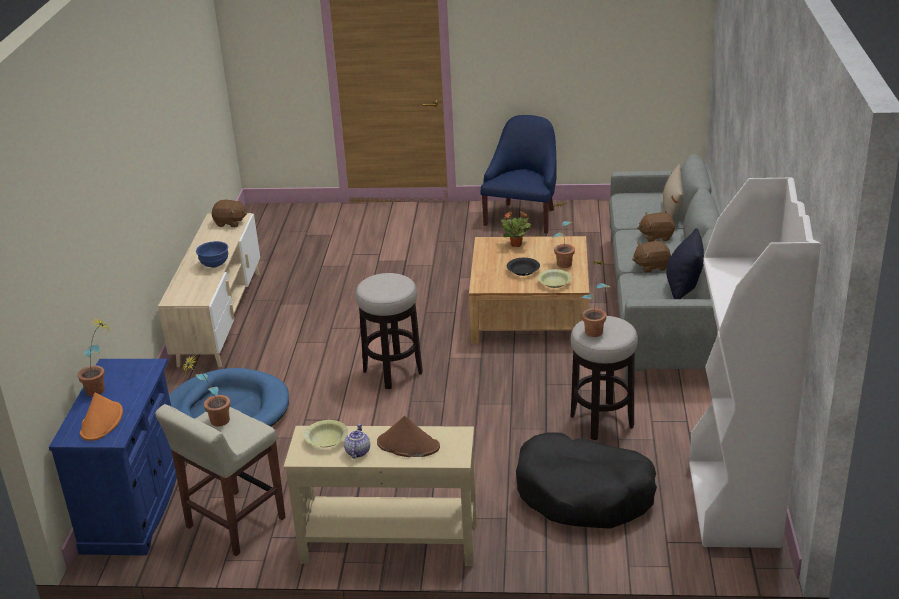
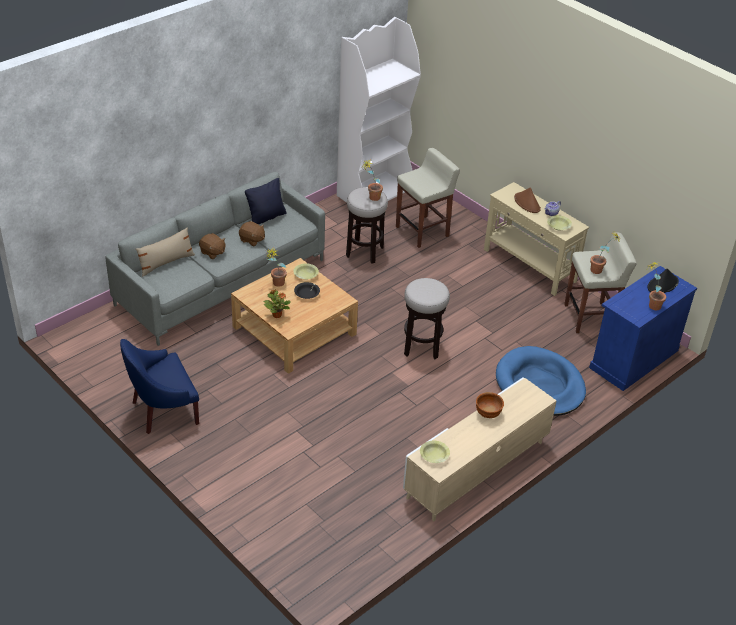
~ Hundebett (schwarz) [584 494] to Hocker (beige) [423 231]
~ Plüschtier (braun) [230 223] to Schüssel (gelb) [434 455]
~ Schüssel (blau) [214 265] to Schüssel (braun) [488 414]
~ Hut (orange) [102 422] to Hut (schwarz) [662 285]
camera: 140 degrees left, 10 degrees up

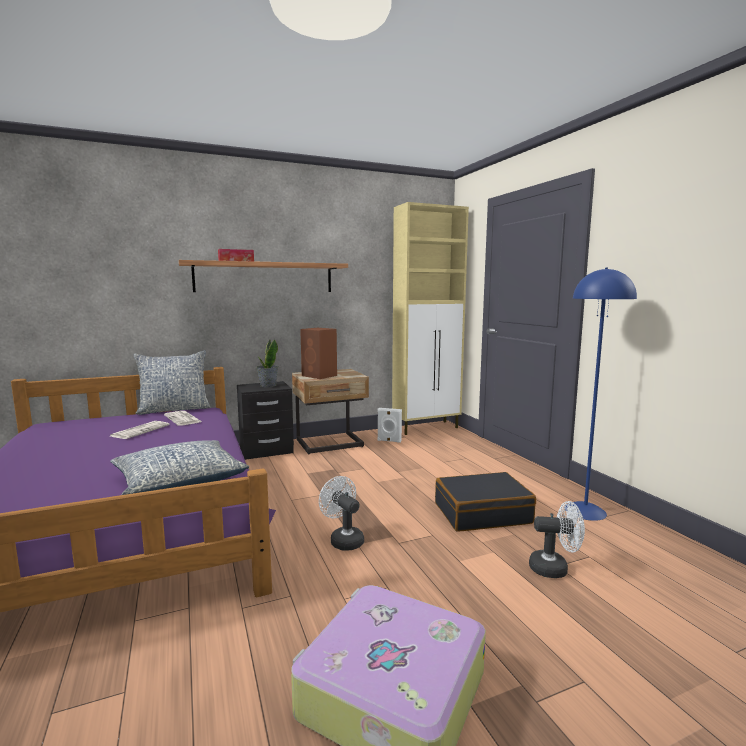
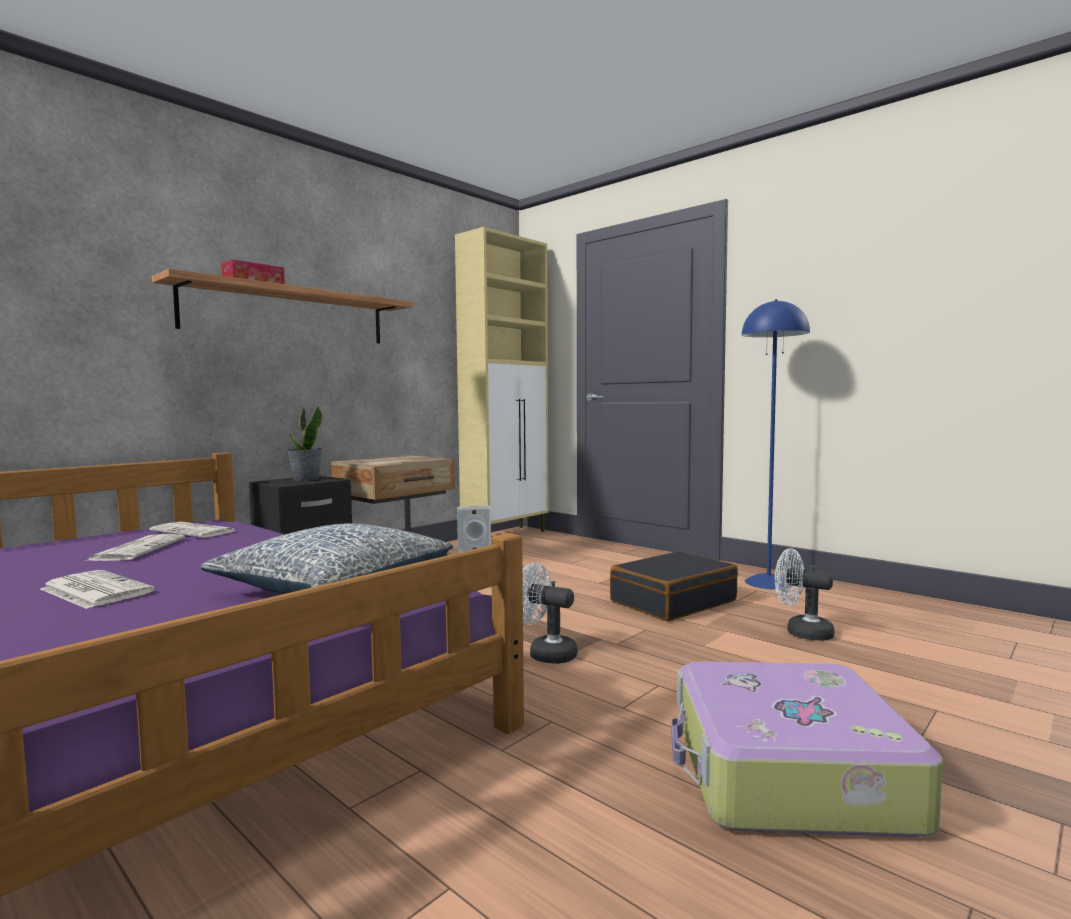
+ Zeitung [94 590]
~ Ventilator (weiß) [555 568] = [801 632] 135 degrees counterclockwise
- Kissen [174 409]
- Lautsprecher (braun) [320 376]
camera: 25 degrees left, 5 degrees down

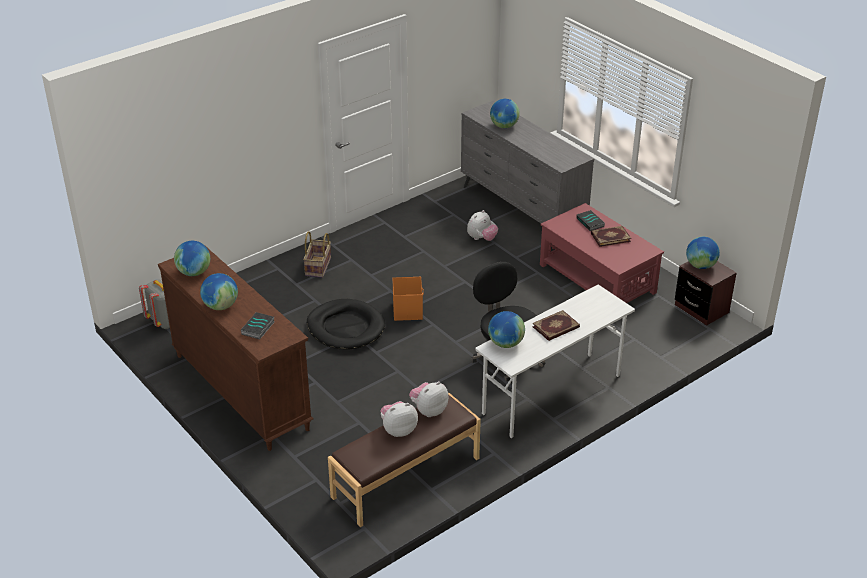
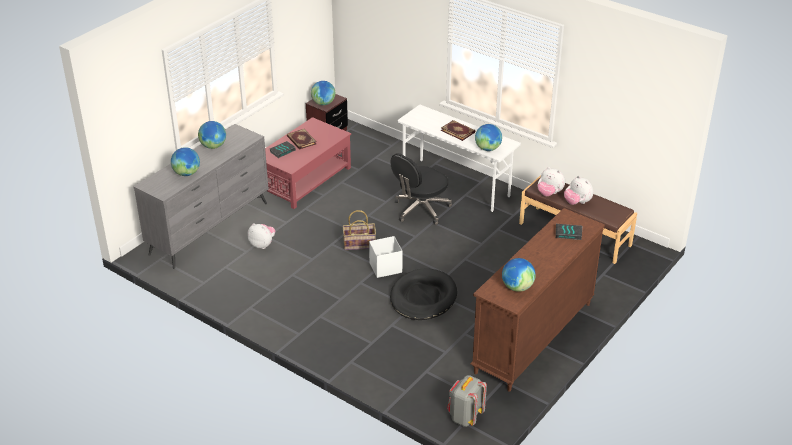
~ Globus [221 306] to [213 146]
~ Korb [318 267] to [359 244]
~ Aufbewahrungsbox (orange) [408 310] to Aufbewahrungsbox (weiß) [385 268]
camera: 105 degrees left, 0 degrees up

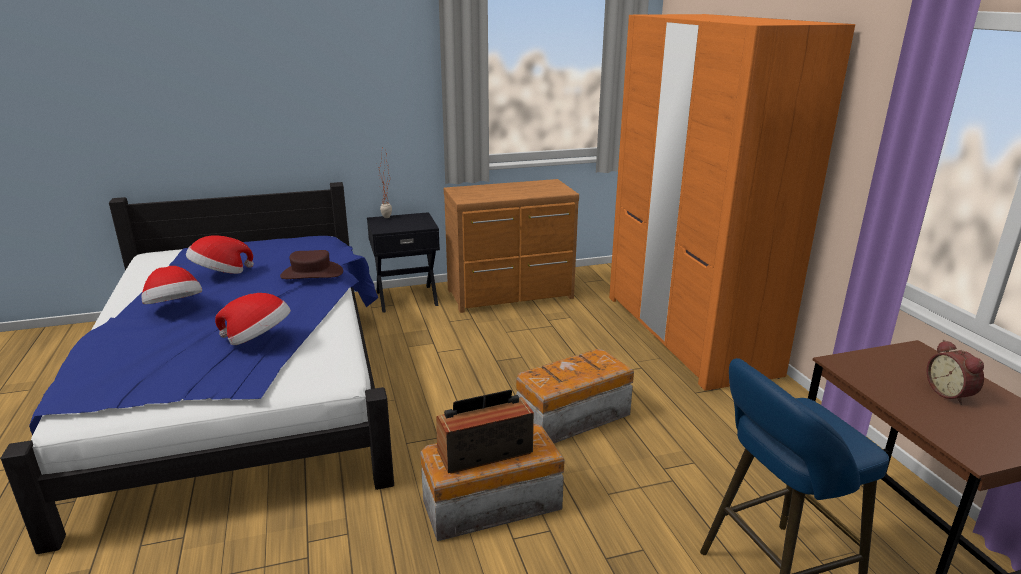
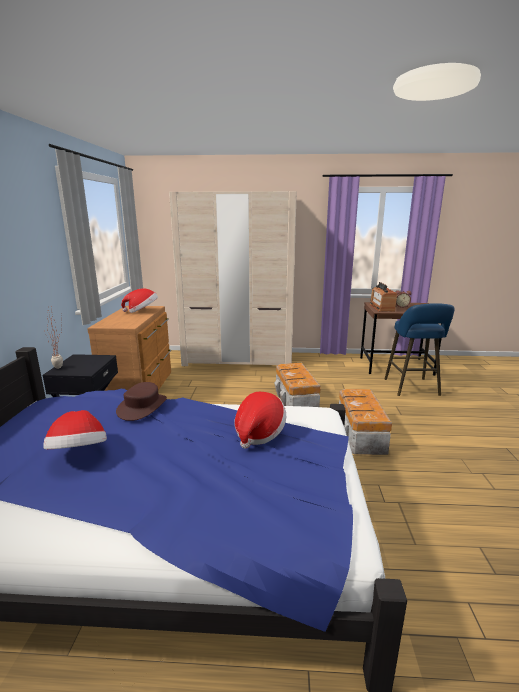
~ Hut [175 308] to [142 311]
~ Kleiderschrank (orange) [687 333] to Kleiderschrank (beige) [238 359]
~ Radio [484 451] to [381 307]
camera: 70 degrees left, 5 degrees down

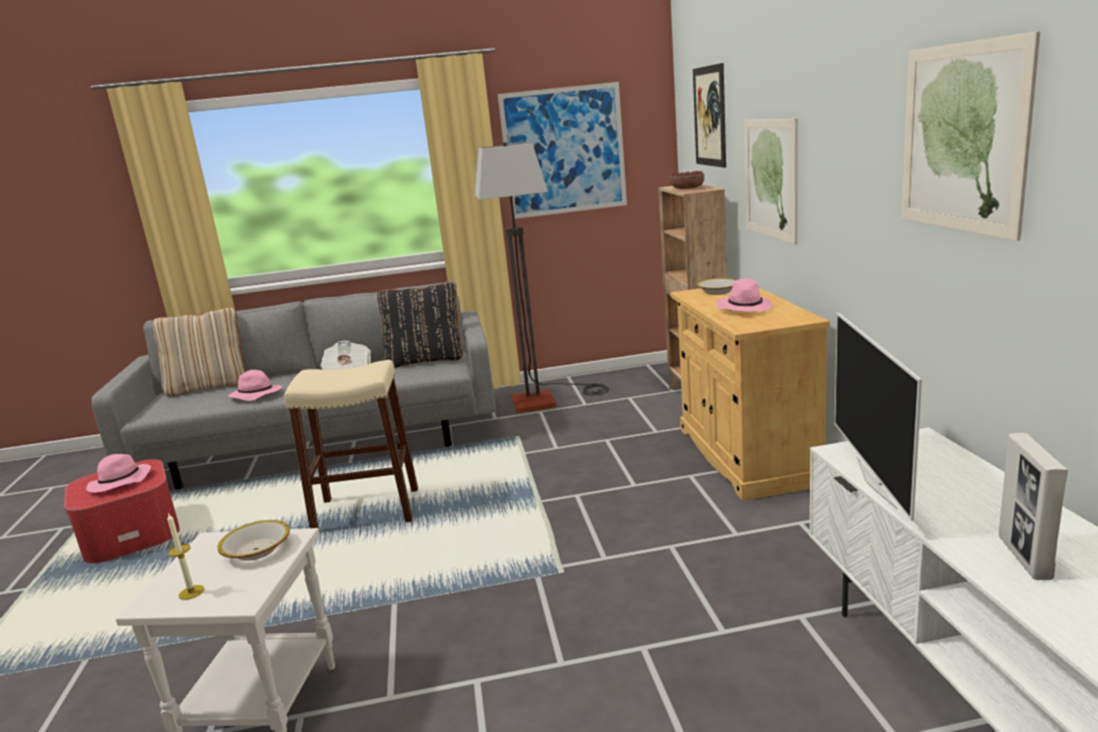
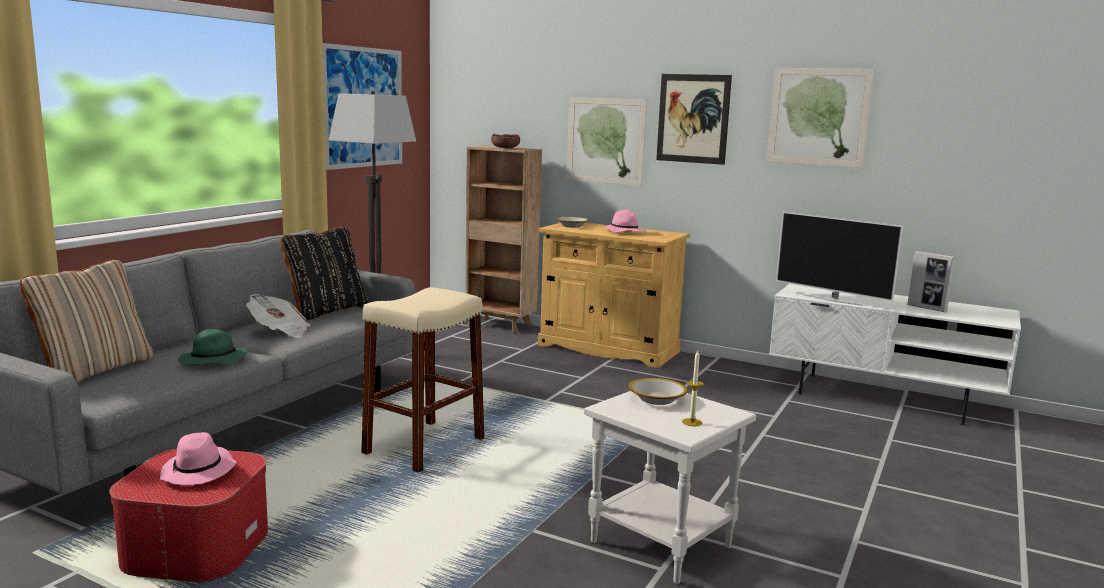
~ Hut (rosa) [255 395] to Hut (grün) [212 361]
~ Bild [709 116] to [693 118]
camera: 55 degrees left, 5 degrees down

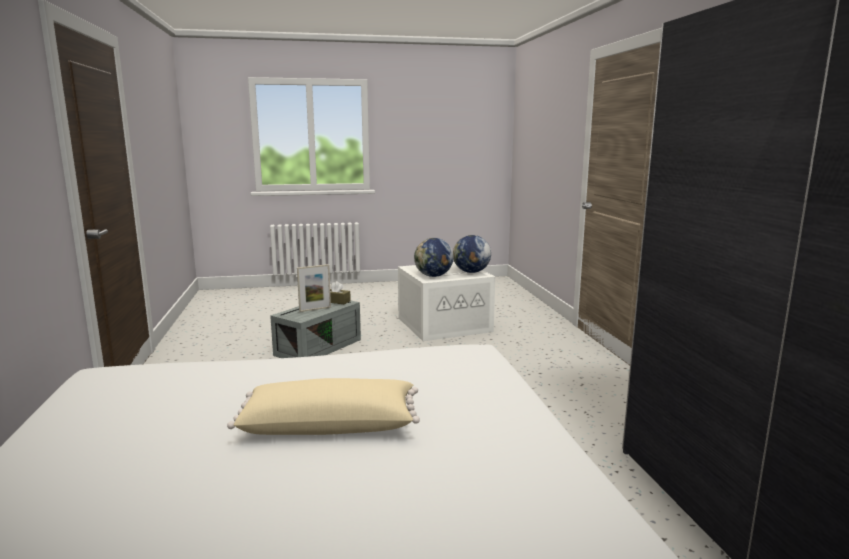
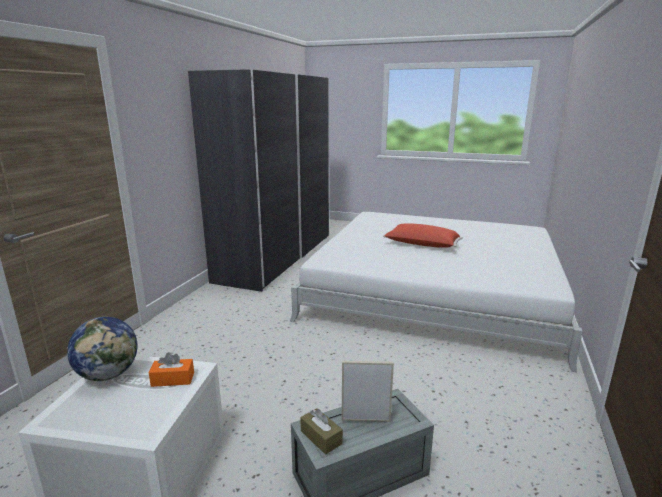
~ Globus [433 276] to Taschentuchbox (orange) [173 379]
~ Kissen (beige) [330 425] to Kissen (rot) [421 245]
camera: 150 degrees left, 5 degrees up

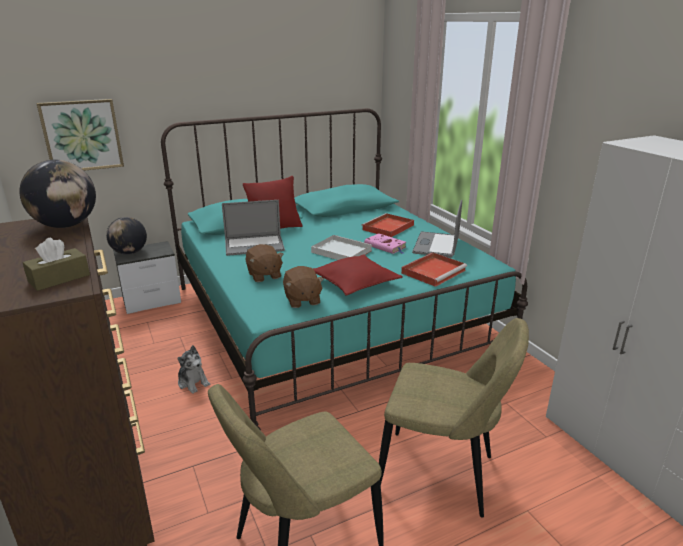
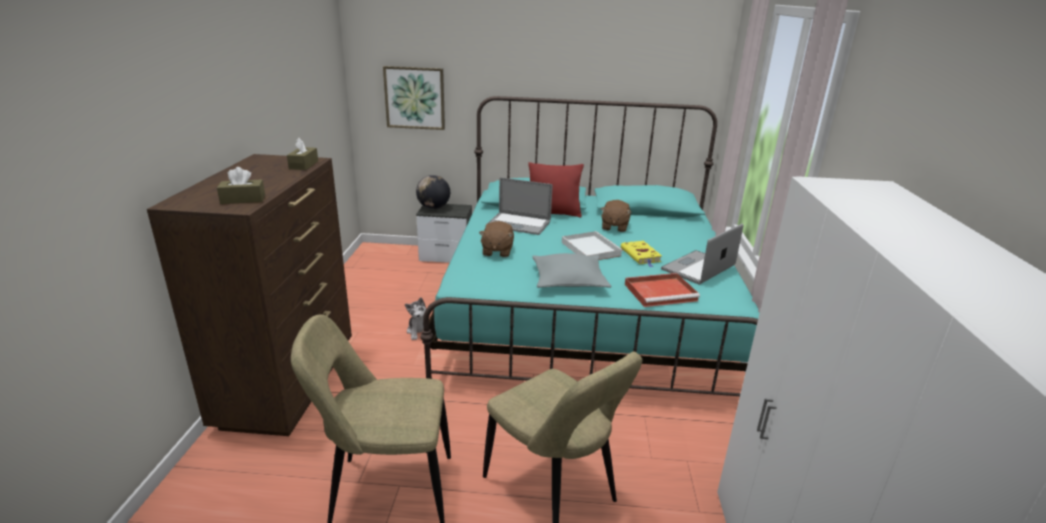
~ Globus [66 225] to Taschentuchbox (braun) [303 165]
~ Kissen (rot) [355 283] to Kissen (grau) [569 280]
~ Plüschtier (braun) [302 300] to [614 227]
~ Buch (rosa) [386 246] to Buch (gelb) [641 256]
- Tablett (rot) [387 228]
camera: 30 degrees right, 0 degrees up

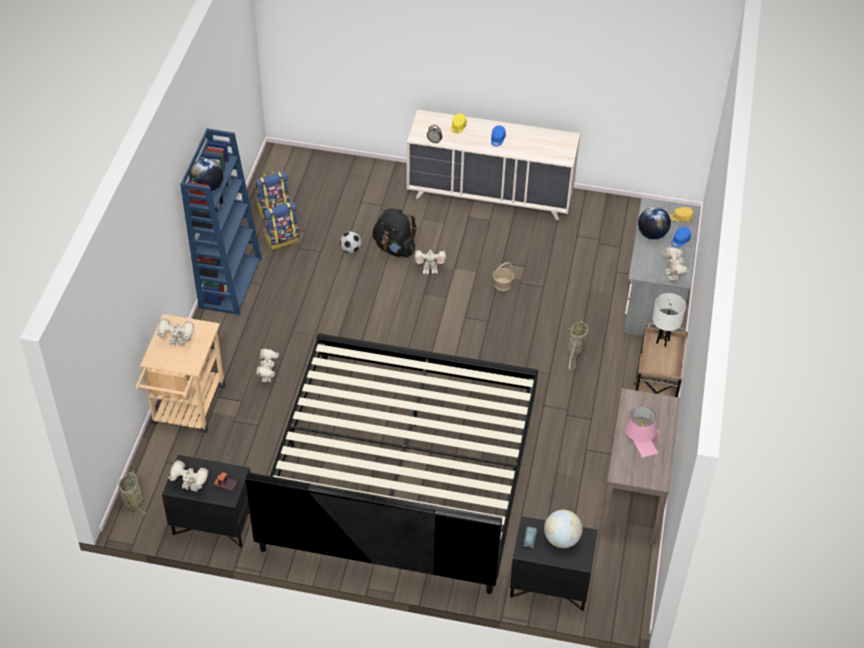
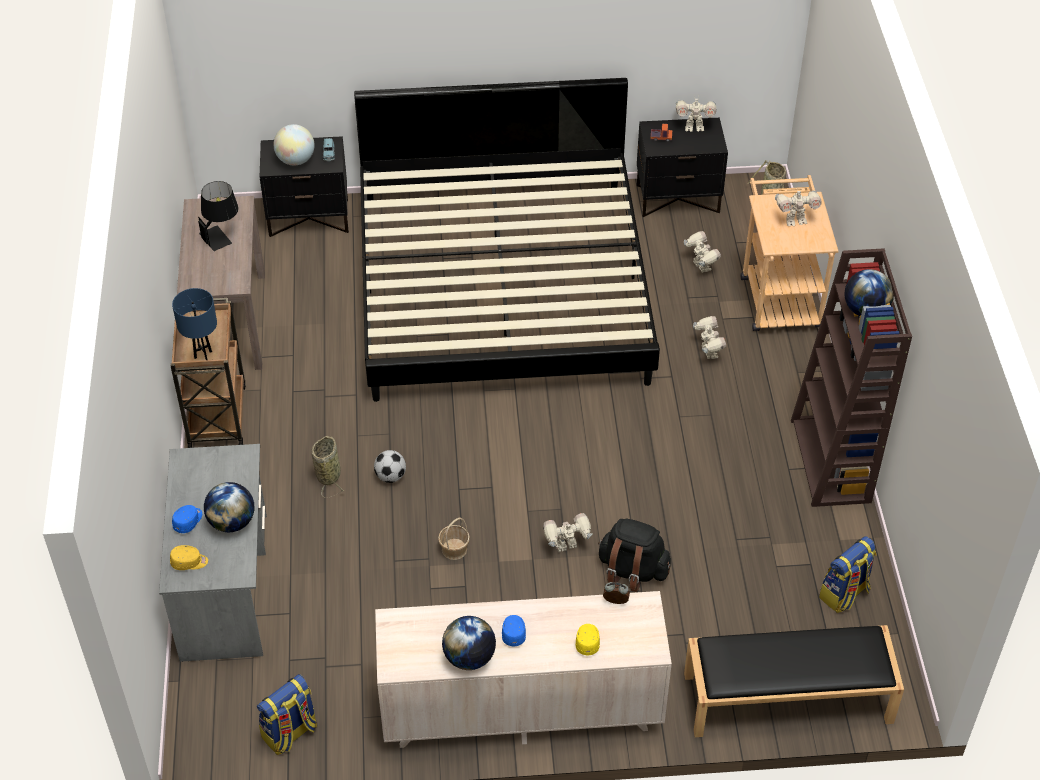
~ Tischlampe (weiß) [662 342] to Tischlampe (blau) [203 355]
~ Tischlampe (rosa) [639 446] to Tischlampe (schwarz) [221 235]
~ Rucksack [282 239] to [290 733]
~ Fußball [351 250] to [390 476]
+ Globus [469 658]
~ Spielzeugroboter [673 275] to [700 267]
+ Bank (schwarz) [786 698]
~ Bücherregal (blau) [230 282] to Bücherregal (braun) [831 461]
camera: 165 degrees right, 0 degrees up

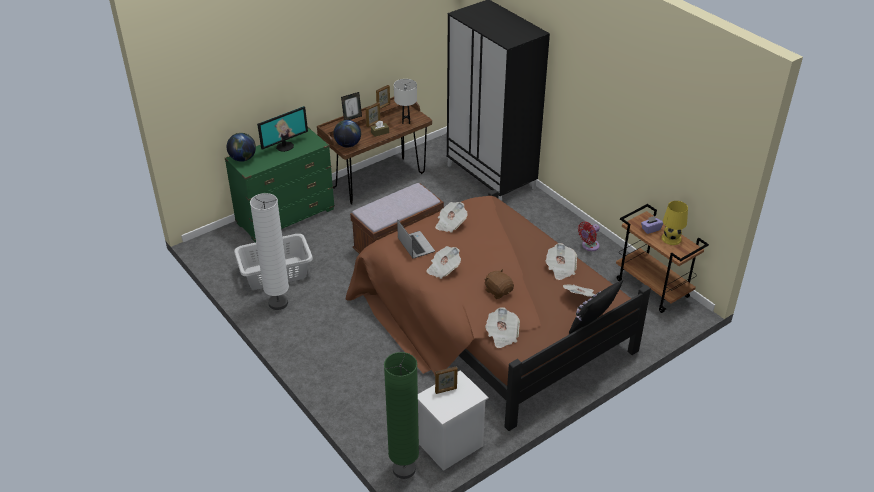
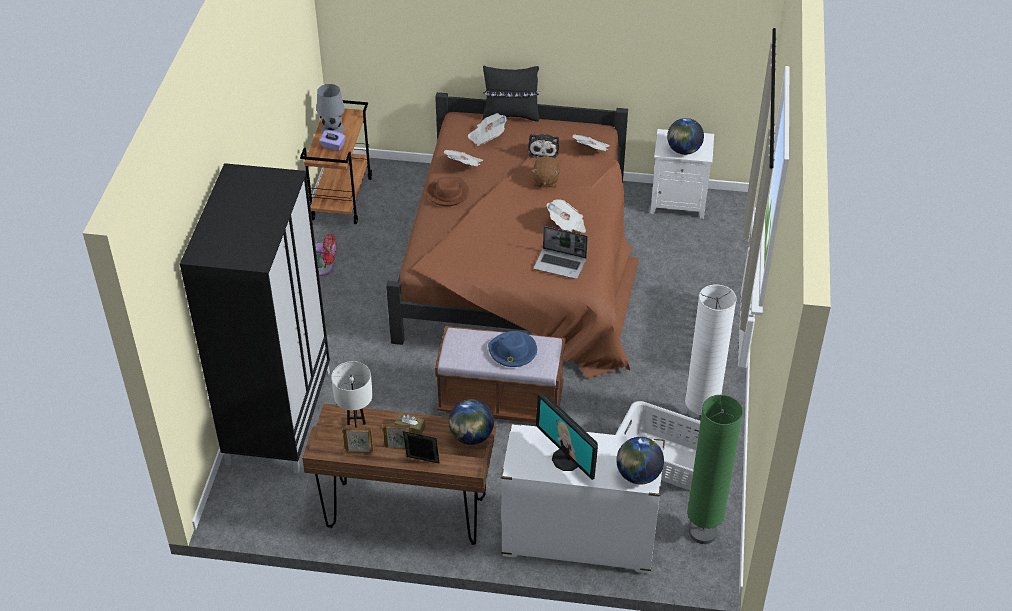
~ Tischlampe (gelb) [671 238] to Tischlampe (grau) [332 129]
+ Hut (braun) [447 193]
+ Hut (blau) [513 351]
~ Kommode (grün) [286 216] to Kommode (weiß) [578 540]
+ Plüschtier [543 150]
~ Laptop [415 245] = [560 264] 90 degrees counterclockwise
~ Monitor [284 146] = [566 459] 135 degrees counterclockwise
~ Bilderrahmen [446 390] to Globus [683 150]
~ Stehlampe (grün) [404 469] to [703 532]
- Zeitung [450 224]
camera: 135 degrees left, 5 degrees up

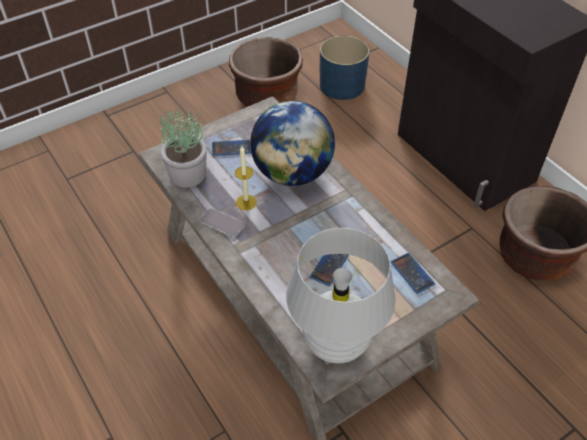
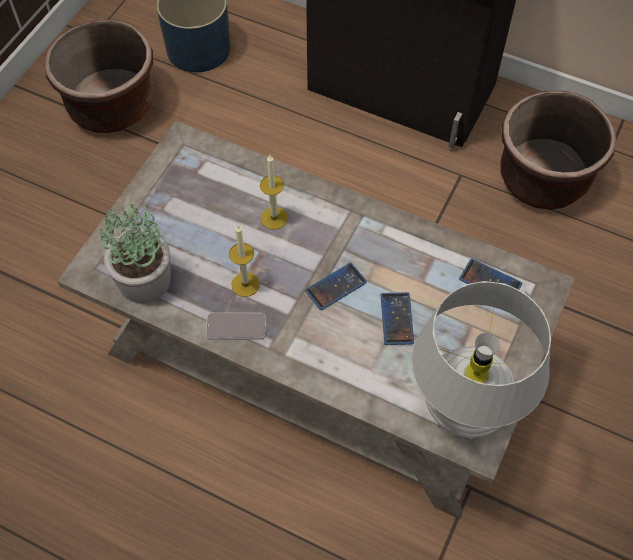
~ Globus [292 173] to Kerze [274 218]
~ Handy [231 148] to [336 287]
camera: 30 degrees left, 10 degrees up

